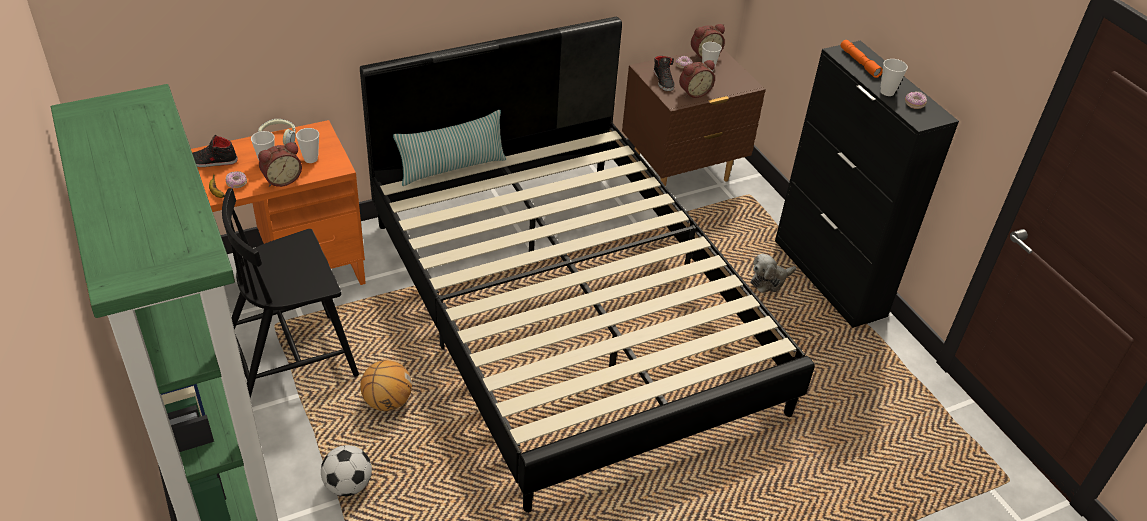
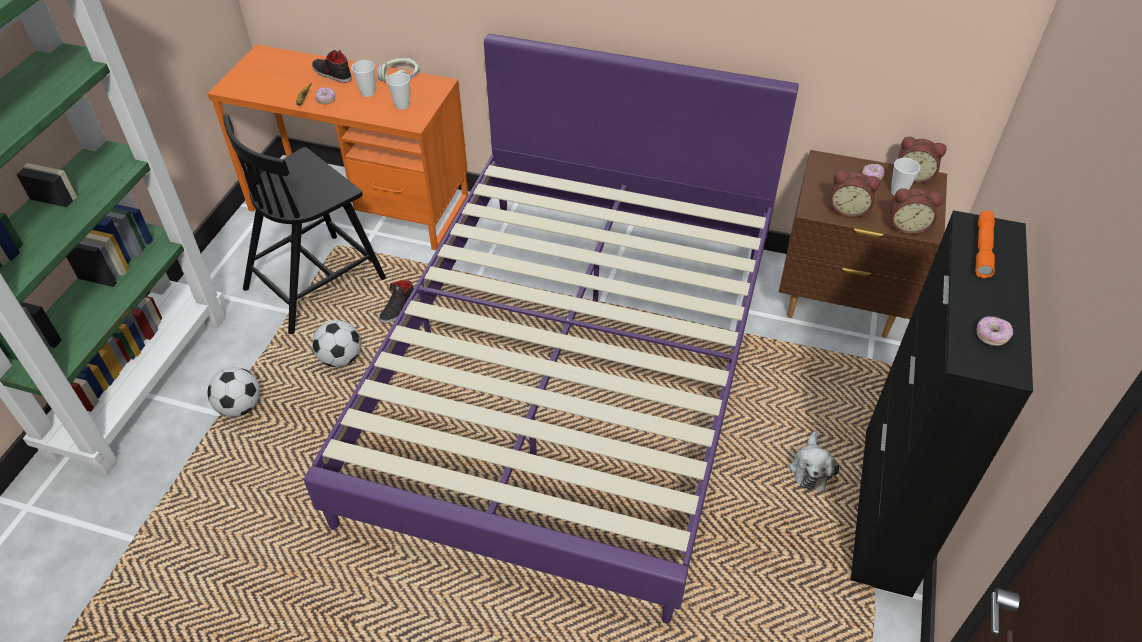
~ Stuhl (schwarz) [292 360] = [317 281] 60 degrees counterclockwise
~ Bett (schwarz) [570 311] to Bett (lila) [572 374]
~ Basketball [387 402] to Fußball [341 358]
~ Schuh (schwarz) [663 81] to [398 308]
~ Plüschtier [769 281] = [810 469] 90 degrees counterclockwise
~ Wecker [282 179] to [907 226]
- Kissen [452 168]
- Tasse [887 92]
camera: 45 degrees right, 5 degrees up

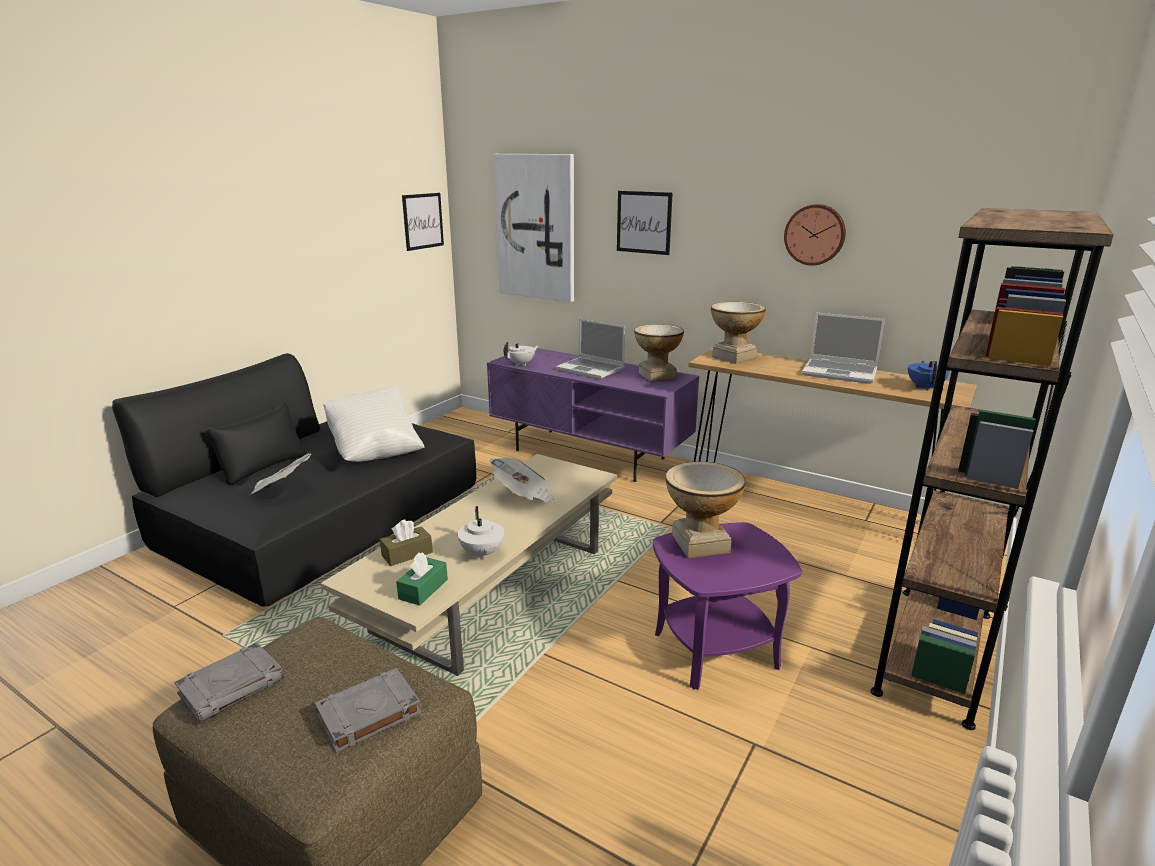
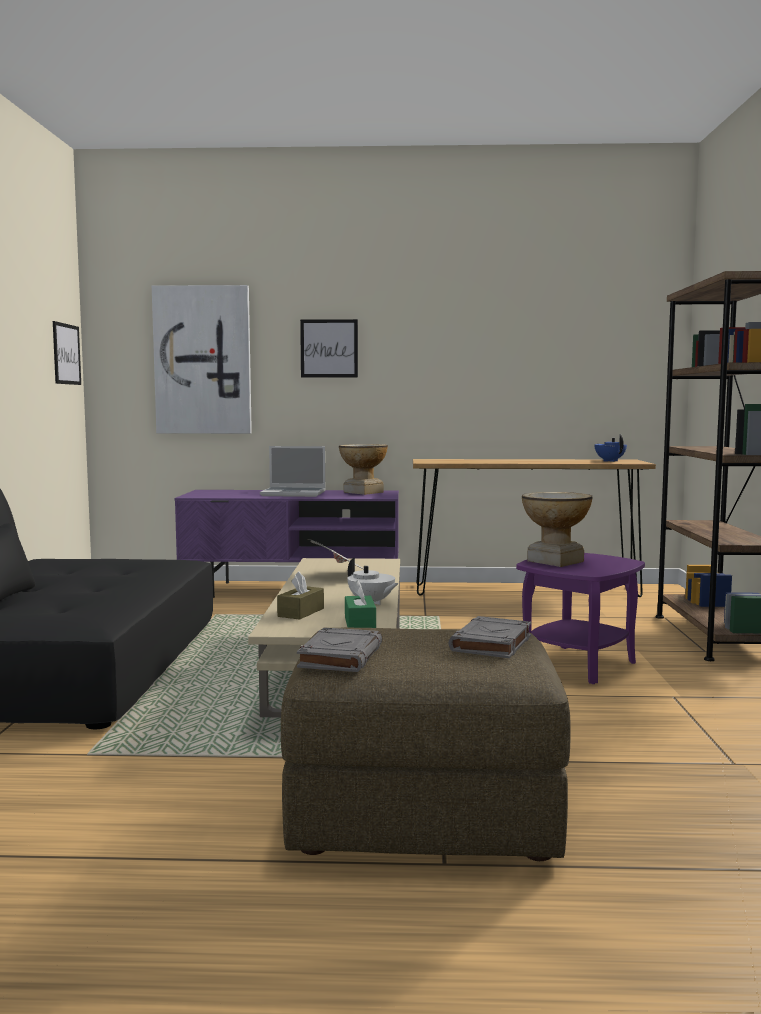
- Zeitung [282 489]
- Kissen (weiß) [375 451]
- Teekanne (weiß) [521 364]
- Vase [733 357]
- Wanduhr [815 234]
- Laptop [840 372]
camera: 30 degrees left, 15 degrees down

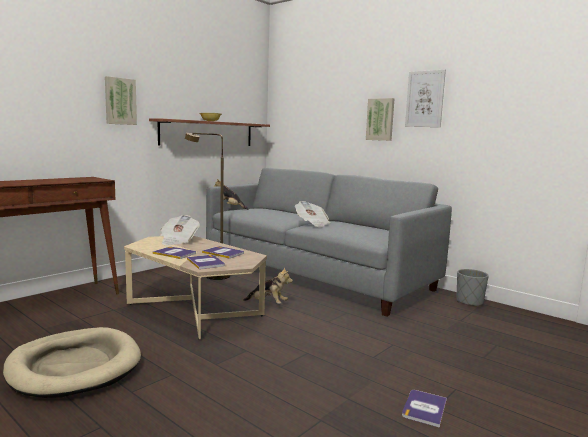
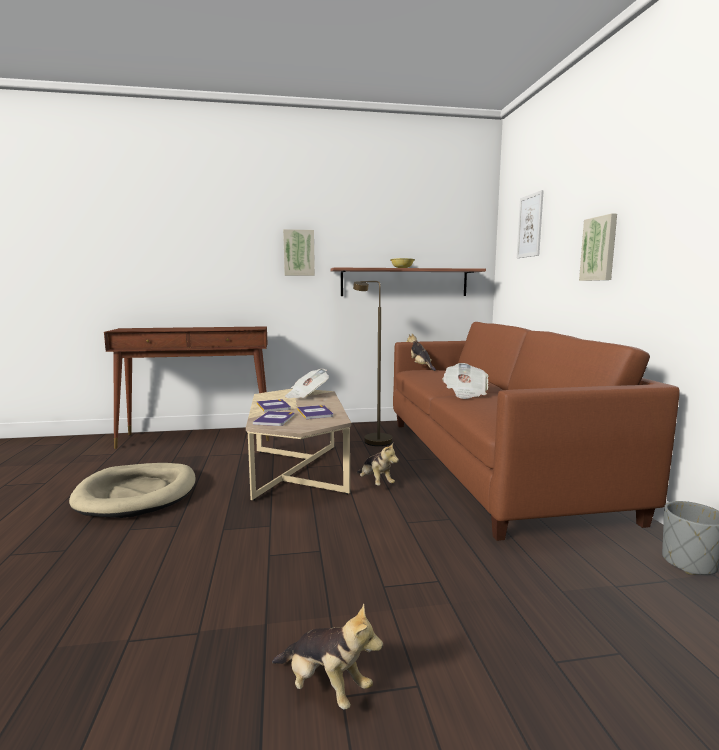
~ Buch [424 408] to Plüschtier [325 687]
~ Sofa (grau) [315 275] to Sofa (braun) [489 462]
~ Bild [425 99] to [530 226]
camera: 40 degrees right, 0 degrees up

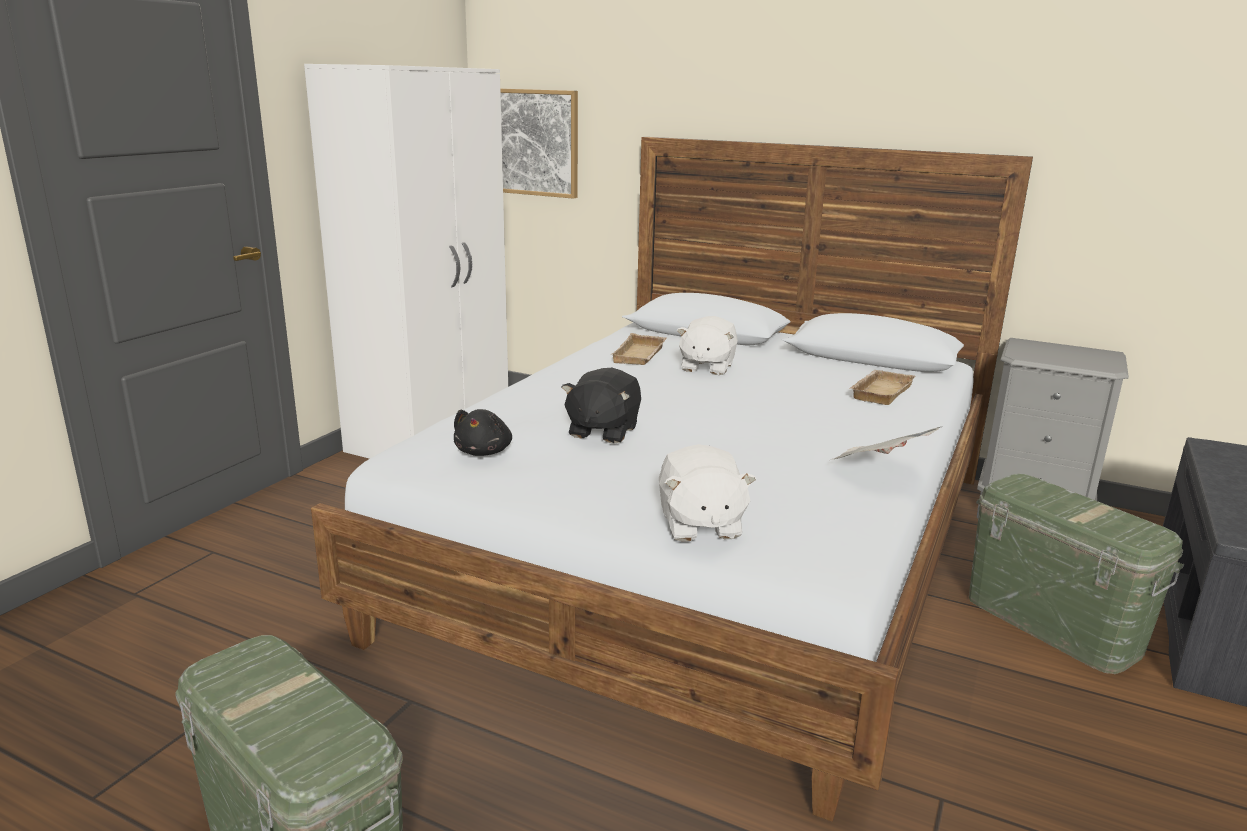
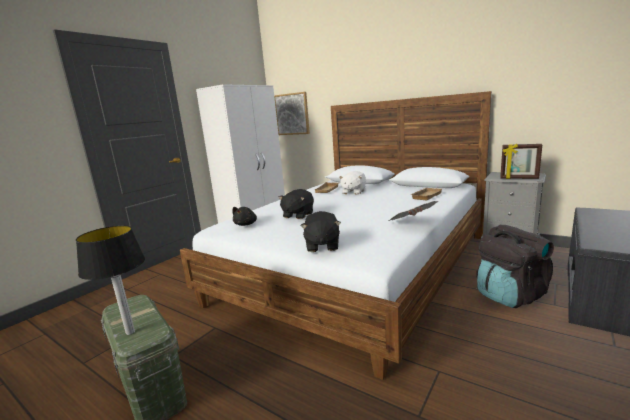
+ Tischlampe [131 332]
~ Plüschtier (weiß) [699 525] to Plüschtier (schwarz) [322 246]
~ Aufbewahrungsbox (grün) [1052 624] to Rucksack (schwarz) [510 295]
+ Bilderrahmen [519 178]
camera: 10 degrees right, 5 degrees down

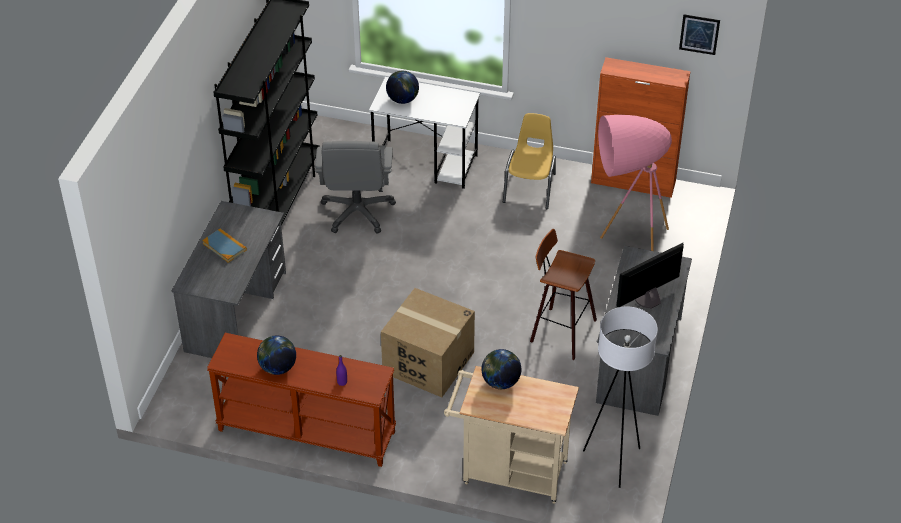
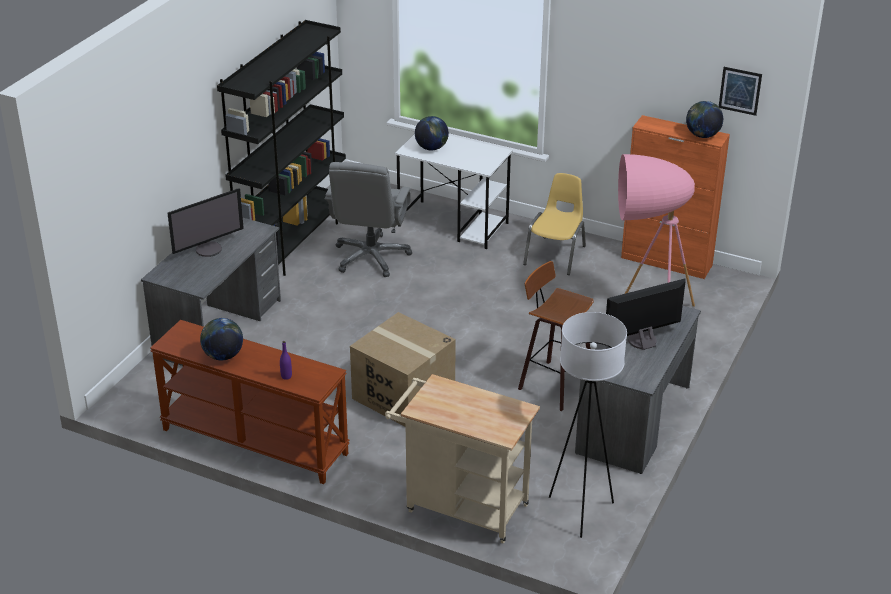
~ Buch [224 247] to Monitor [208 249]
~ Globus [500 382] to [702 135]
camera: 10 degrees right, 10 degrees down

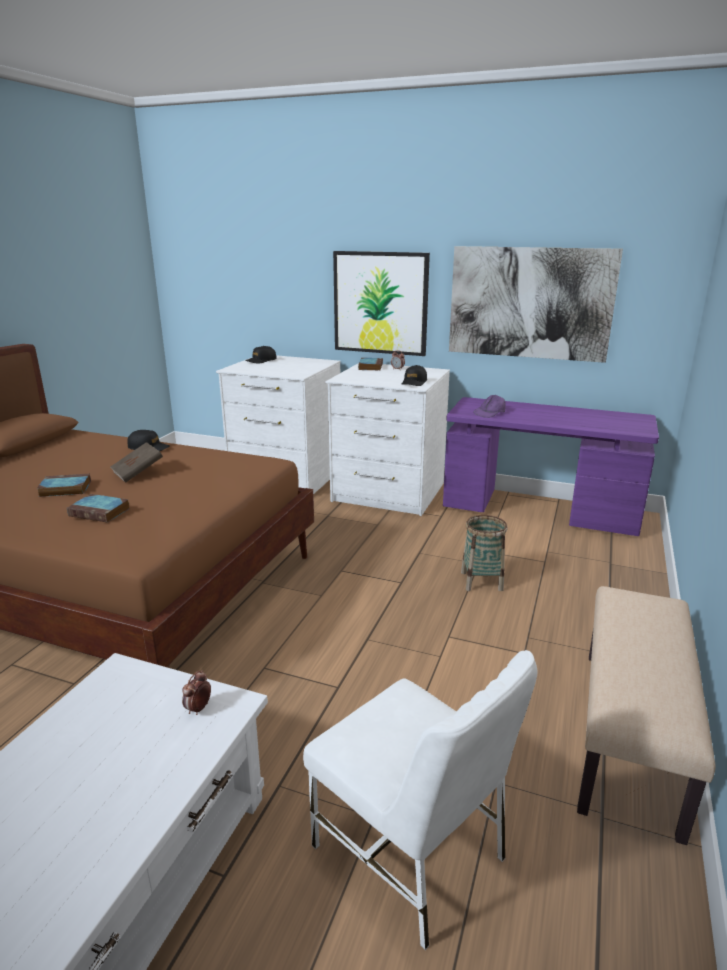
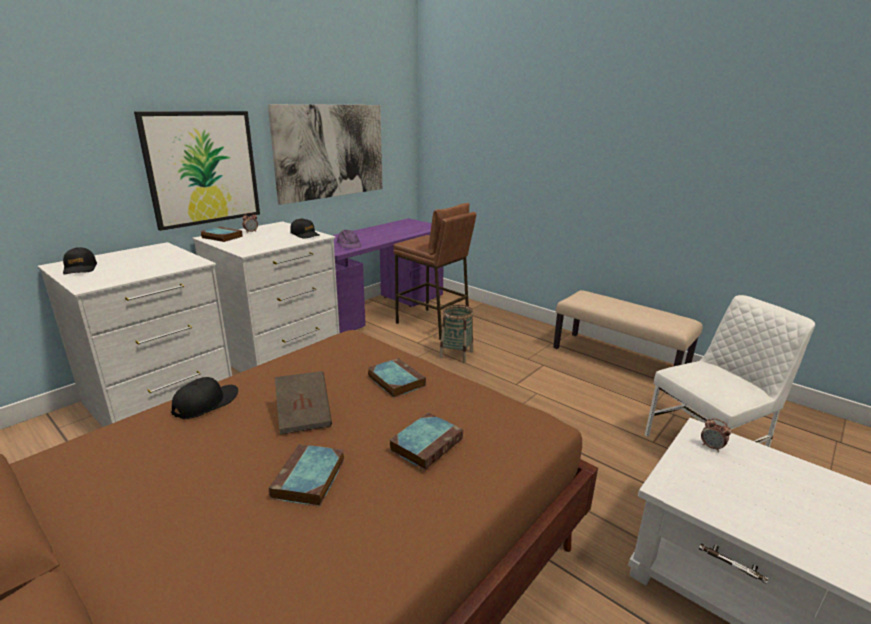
+ Buch [395 381]
+ Hocker (braun) [433 324]
camera: 70 degrees left, 0 degrees up

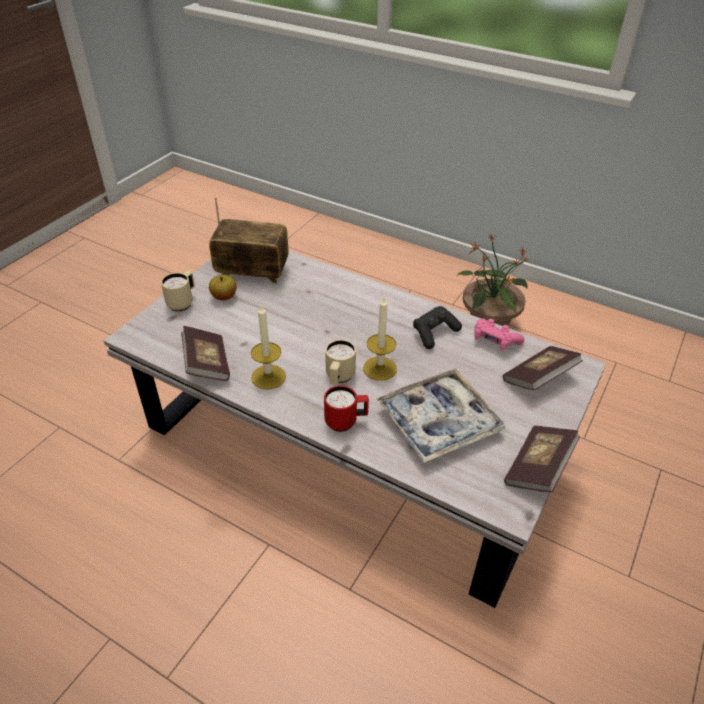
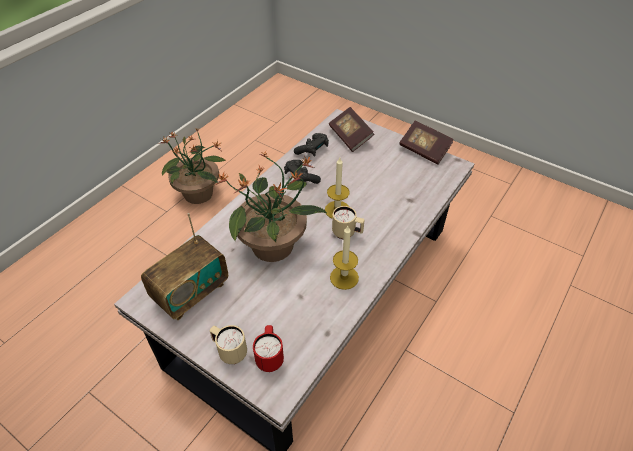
~ Radio [252 272] = [191 293] 150 degrees counterclockwise
+ Topfpflanze [274 246]
~ Henkelbecher (rot) [346 422] to [270 357]
~ Gamepad (rosa) [494 341] to Gamepad (schwarz) [312 150]
- Buch [207 364]
- Apfel [224 297]
- Tablett [438 422]
camera: 85 degrees left, 5 degrees up

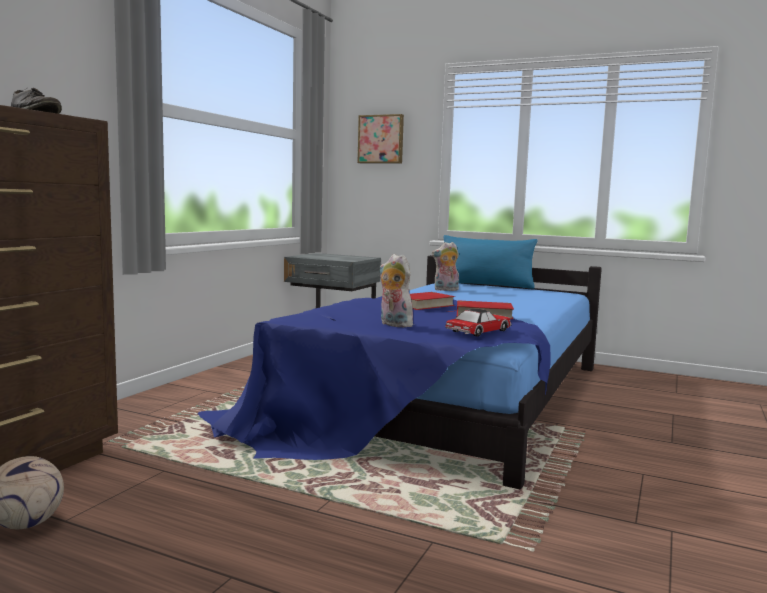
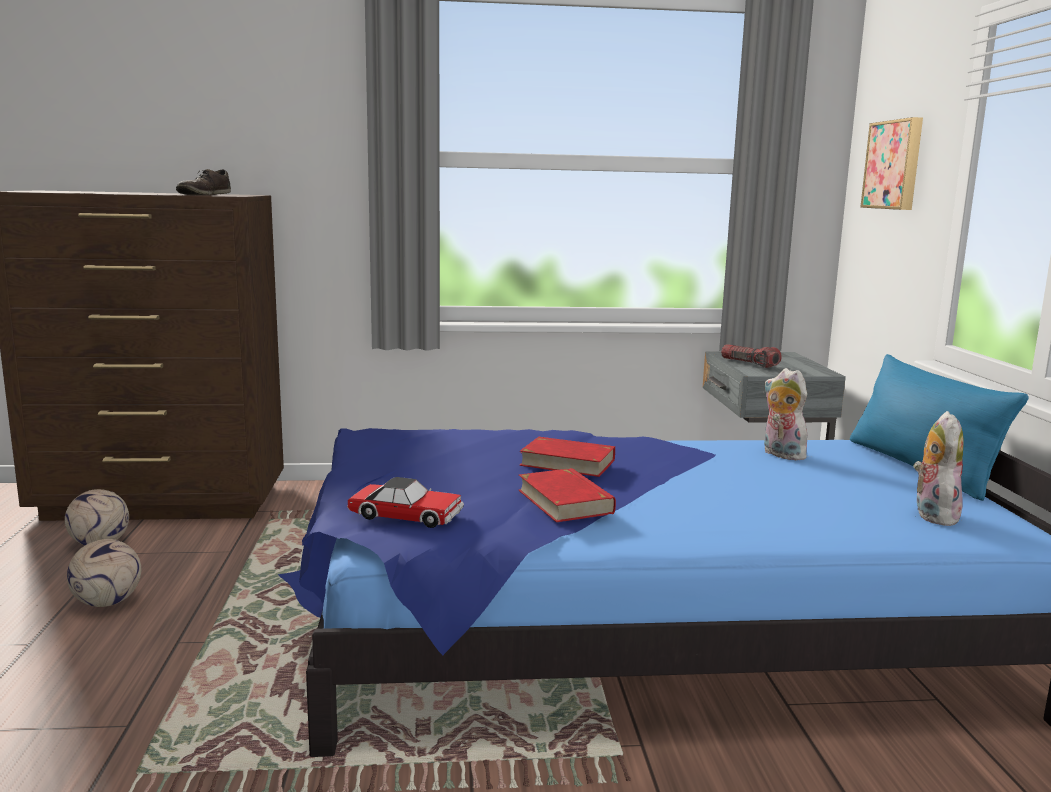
+ Fußball [106 603]
+ Taschenlampe [749 364]
~ Plüschtier [393 324] to [932 515]
camera: 60 degrees right, 5 degrees up

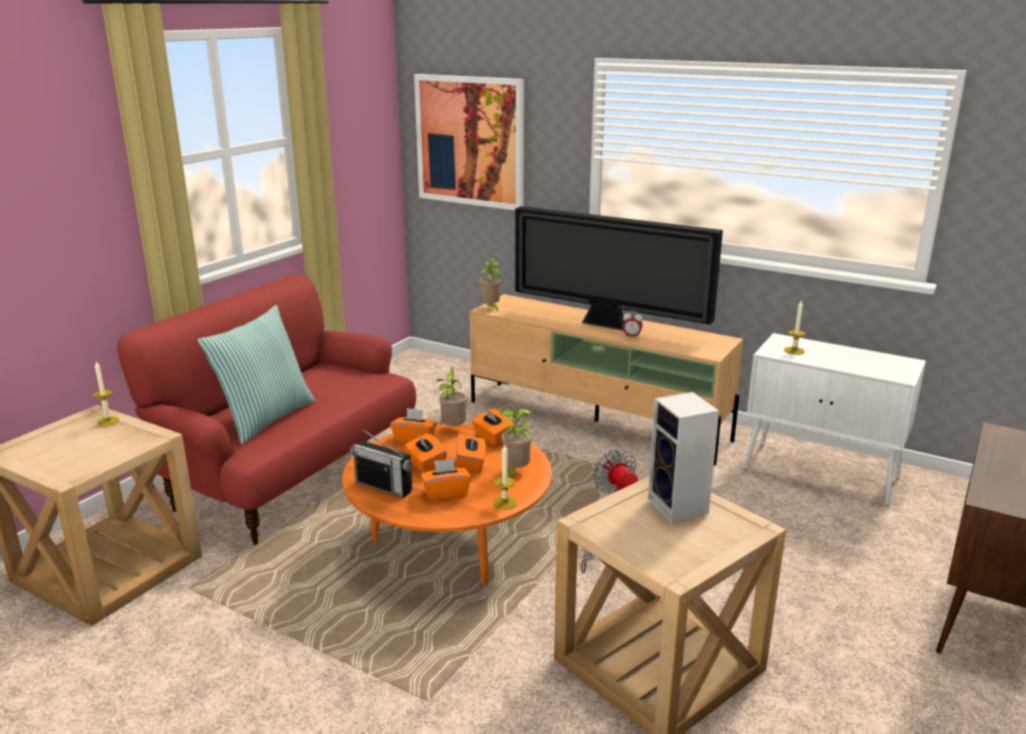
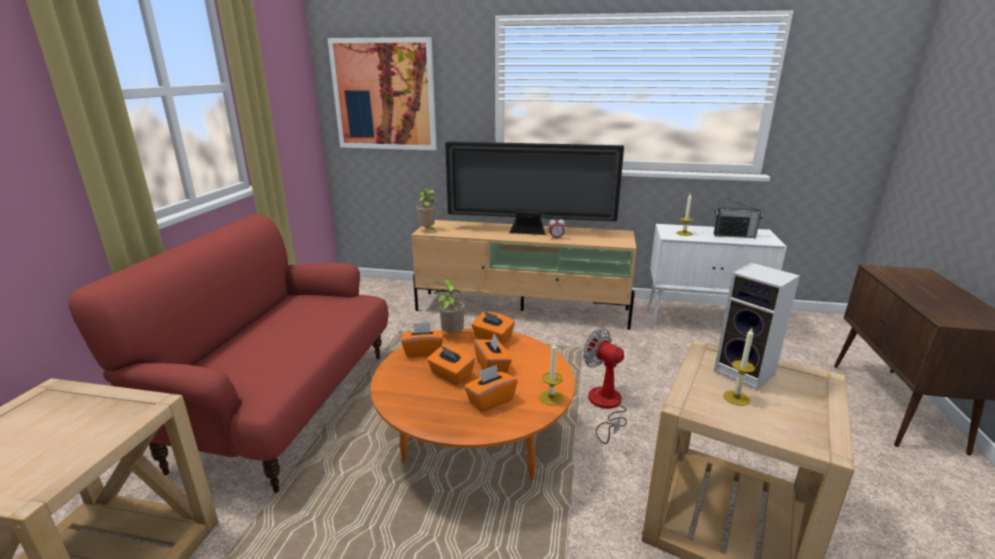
~ Radio [384 487] to [734 235]
~ Kerze [108 421] to [736 398]
- Kissen [265 418]
- Topfpflanze [515 472]
camera: 20 degrees left, 0 degrees up

